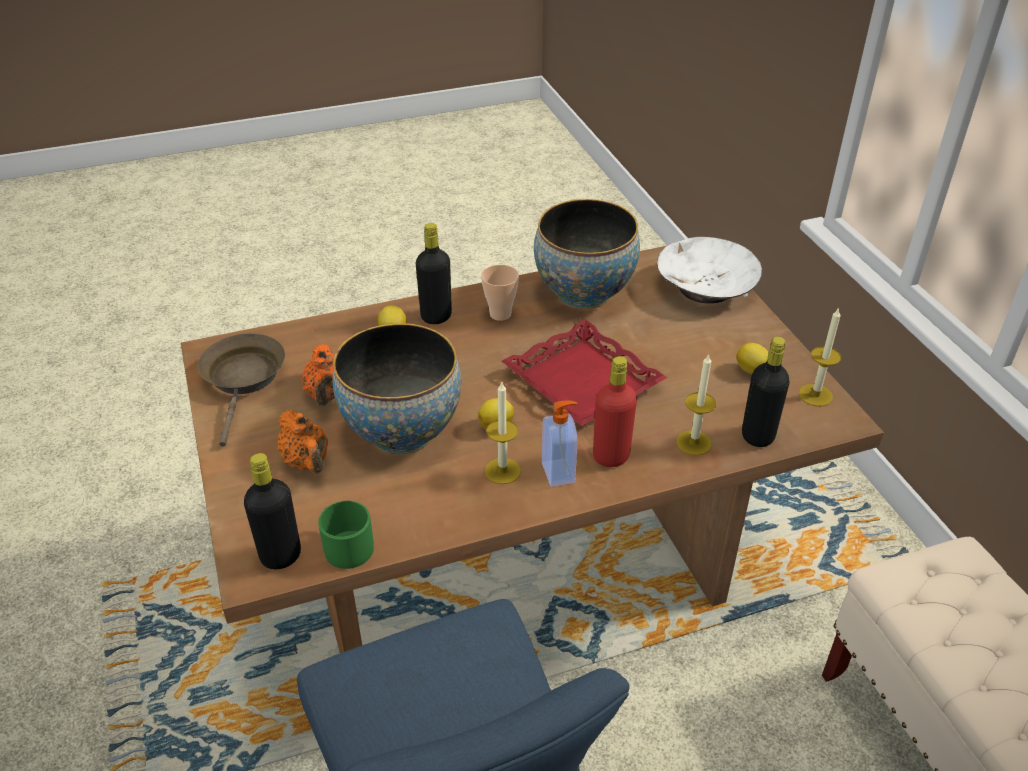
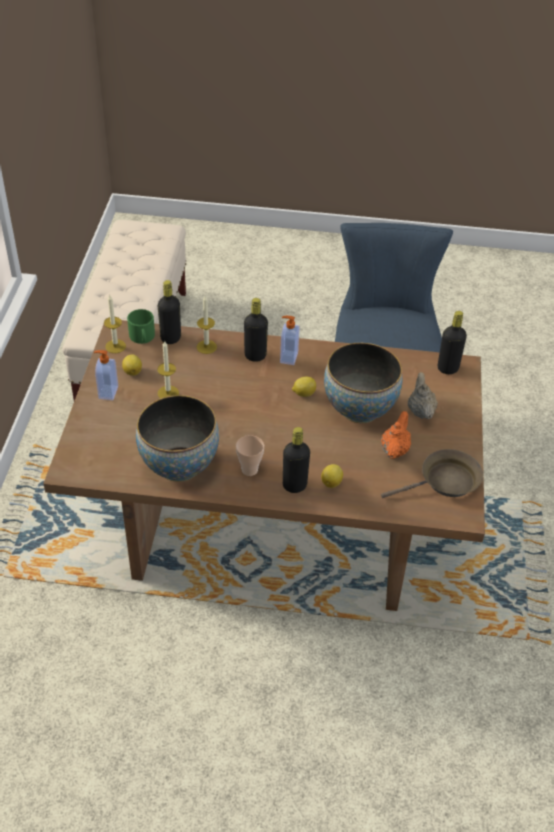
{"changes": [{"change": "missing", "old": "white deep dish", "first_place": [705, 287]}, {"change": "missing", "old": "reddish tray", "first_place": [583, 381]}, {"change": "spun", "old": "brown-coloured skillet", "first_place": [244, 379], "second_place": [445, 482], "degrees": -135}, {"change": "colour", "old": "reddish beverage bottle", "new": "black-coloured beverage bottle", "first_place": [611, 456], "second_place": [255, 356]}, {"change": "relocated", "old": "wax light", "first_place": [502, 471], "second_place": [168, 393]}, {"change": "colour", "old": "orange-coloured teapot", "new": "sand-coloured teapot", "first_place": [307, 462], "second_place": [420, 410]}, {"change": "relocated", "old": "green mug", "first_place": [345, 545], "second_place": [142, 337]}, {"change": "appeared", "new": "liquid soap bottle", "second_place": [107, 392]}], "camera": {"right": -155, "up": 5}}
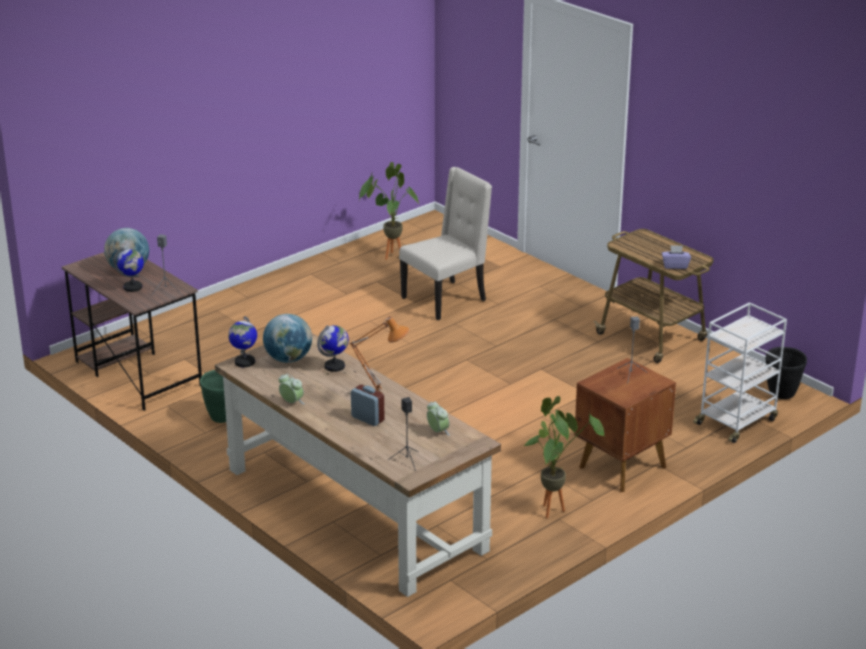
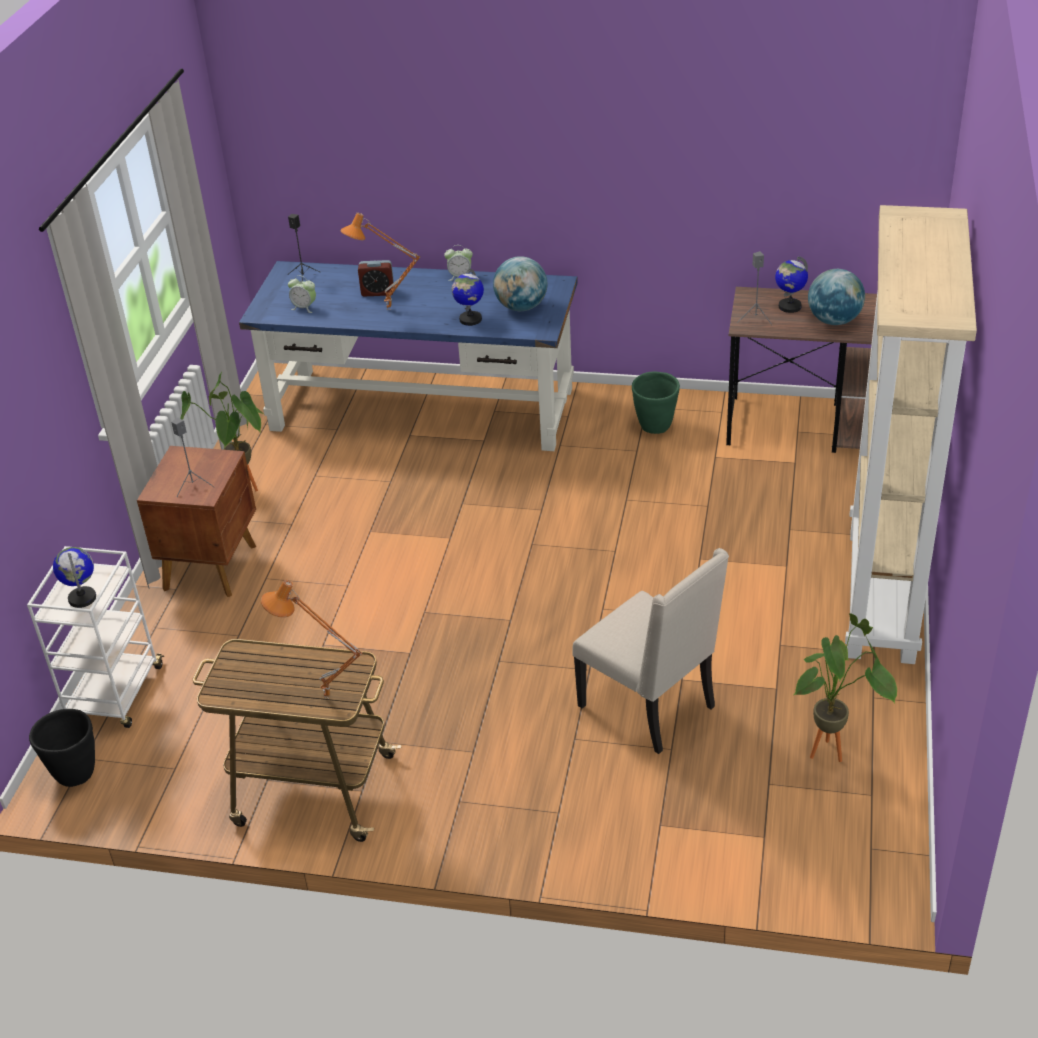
{"changes": [{"change": "spun", "old": "sand-coloured chair", "first_place": [446, 299], "second_place": [650, 707], "degrees": -60}, {"change": "missing", "old": "purple-coloured box of tissues", "first_place": [675, 266]}, {"change": "relocated", "old": "globe", "first_place": [244, 362], "second_place": [82, 598]}, {"change": "colour", "old": "brown-coloured desk unit", "new": "bluish desk unit", "first_place": [353, 509], "second_place": [423, 409]}, {"change": "appeared", "new": "sand-coloured bookshelf", "second_place": [883, 595]}, {"change": "appeared", "new": "orange-coloured table lamp", "second_place": [325, 700]}], "camera": {"right": 145, "up": 10}}
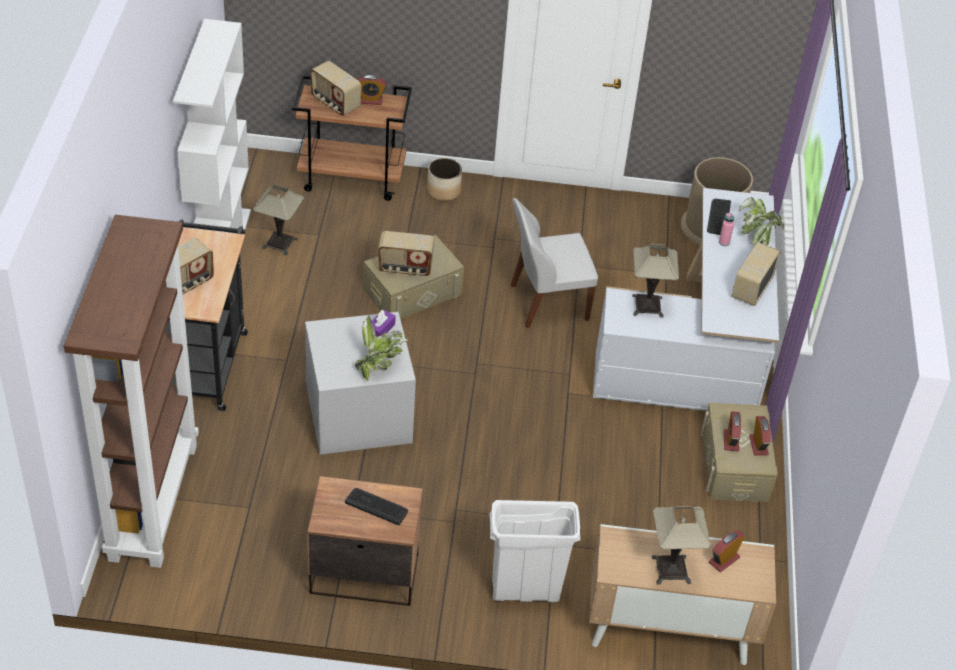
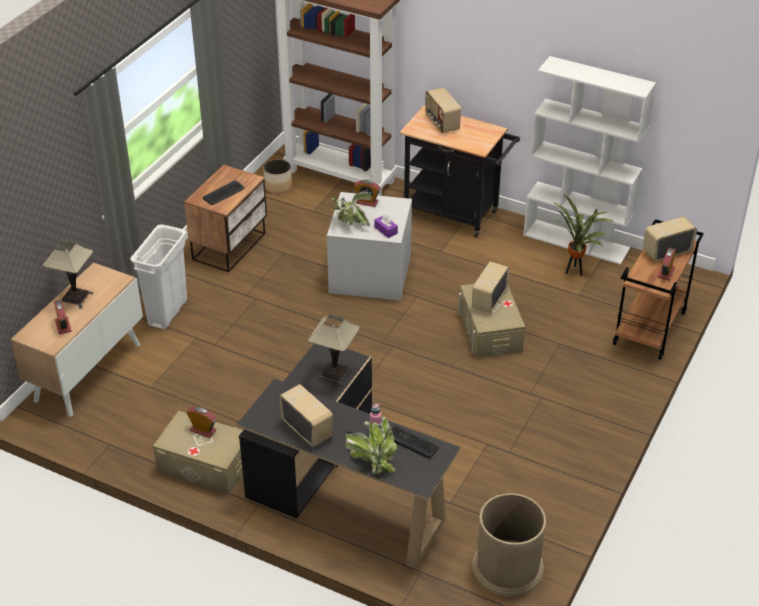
{"changes": [{"change": "relocated", "old": "plant pot", "first_place": [443, 191], "second_place": [278, 186]}, {"change": "exchanged", "old": "table lamp", "new": "houseplant", "first_place": [280, 243], "second_place": [574, 272]}, {"change": "colour", "old": "white desk unit", "new": "black-coloured desk unit", "first_place": [697, 352], "second_place": [342, 488]}, {"change": "missing", "old": "white chair", "first_place": [546, 302]}, {"change": "relocated", "old": "alarm clock", "first_place": [758, 445], "second_place": [367, 202]}], "camera": {"right": 115, "up": -5}}
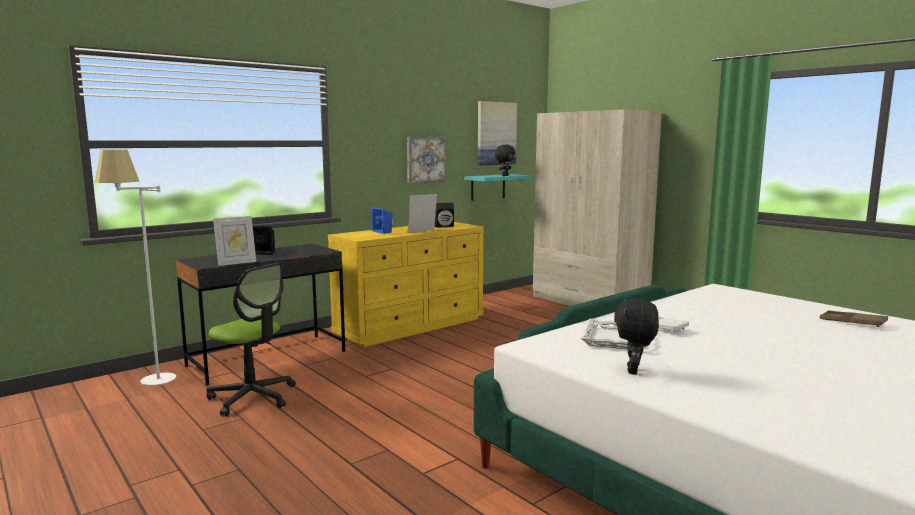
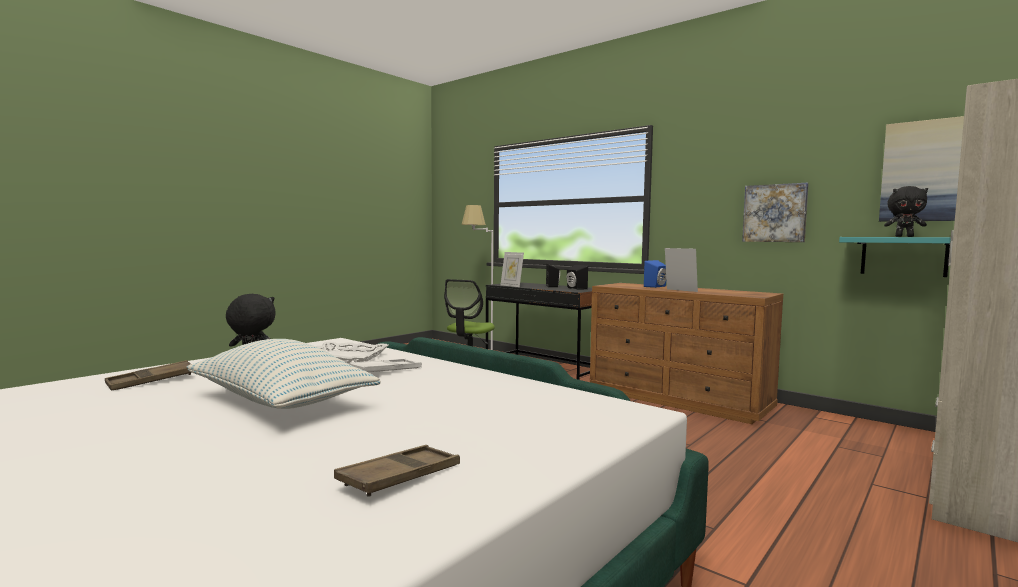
{"changes": [{"change": "relocated", "old": "black-coloured loudspeaker", "first_place": [444, 226], "second_place": [575, 288]}, {"change": "colour", "old": "yellowish dresser", "new": "brown-coloured dresser", "first_place": [411, 326], "second_place": [678, 399]}, {"change": "appeared", "new": "pillow", "second_place": [280, 402]}, {"change": "appeared", "new": "brown-coloured tray", "second_place": [152, 381]}], "camera": {"right": 80, "up": -5}}
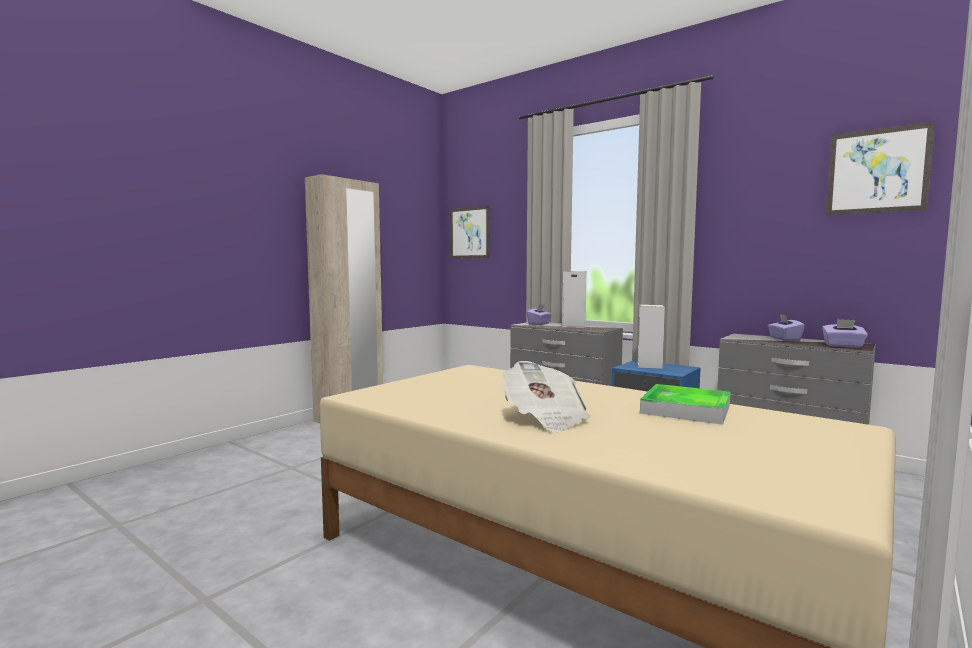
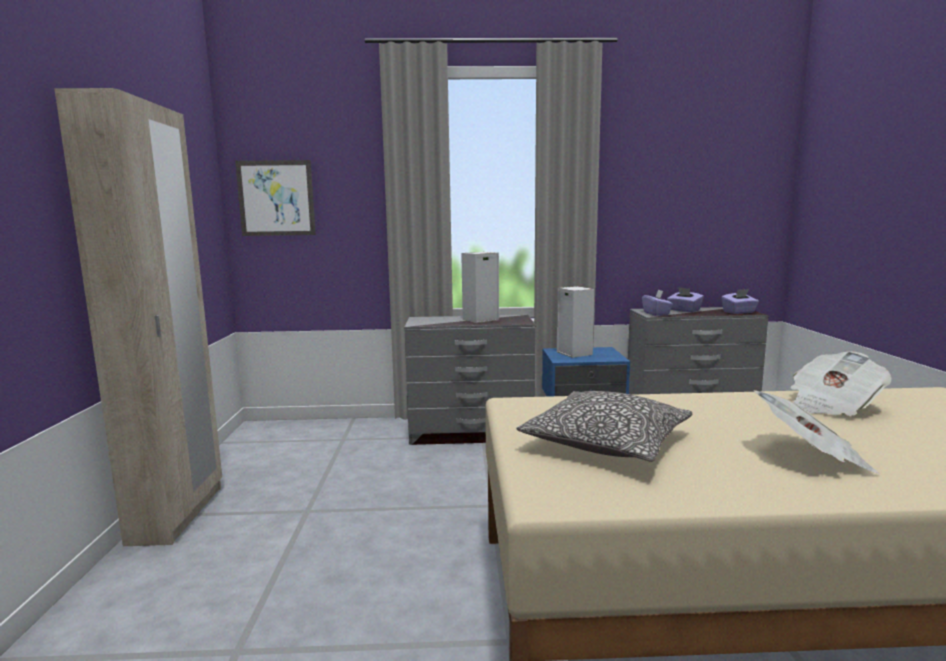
{"changes": [{"change": "missing", "old": "wall art", "first_place": [877, 171]}, {"change": "relocated", "old": "purple-coloured box of tissues", "first_place": [539, 324], "second_place": [656, 314]}, {"change": "exchanged", "old": "tray", "new": "printed paper", "first_place": [685, 409], "second_place": [831, 406]}, {"change": "appeared", "new": "pillow", "second_place": [606, 442]}], "camera": {"right": -40, "up": 5}}
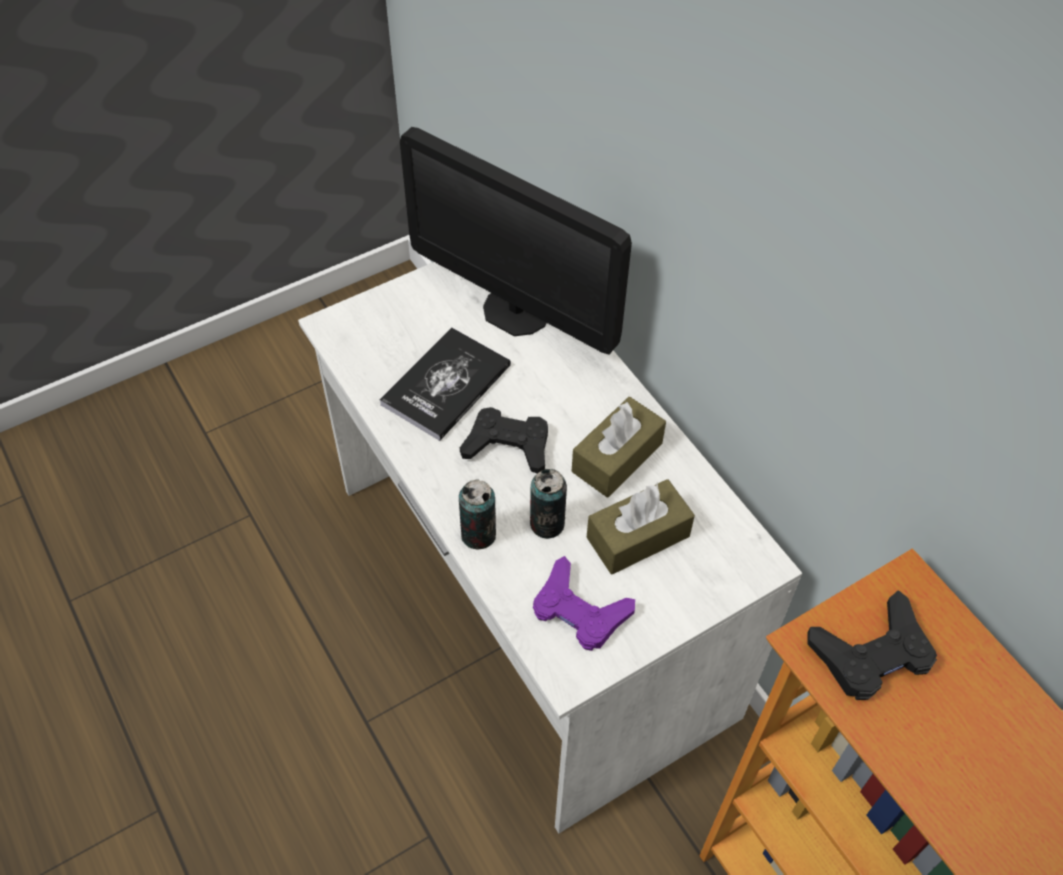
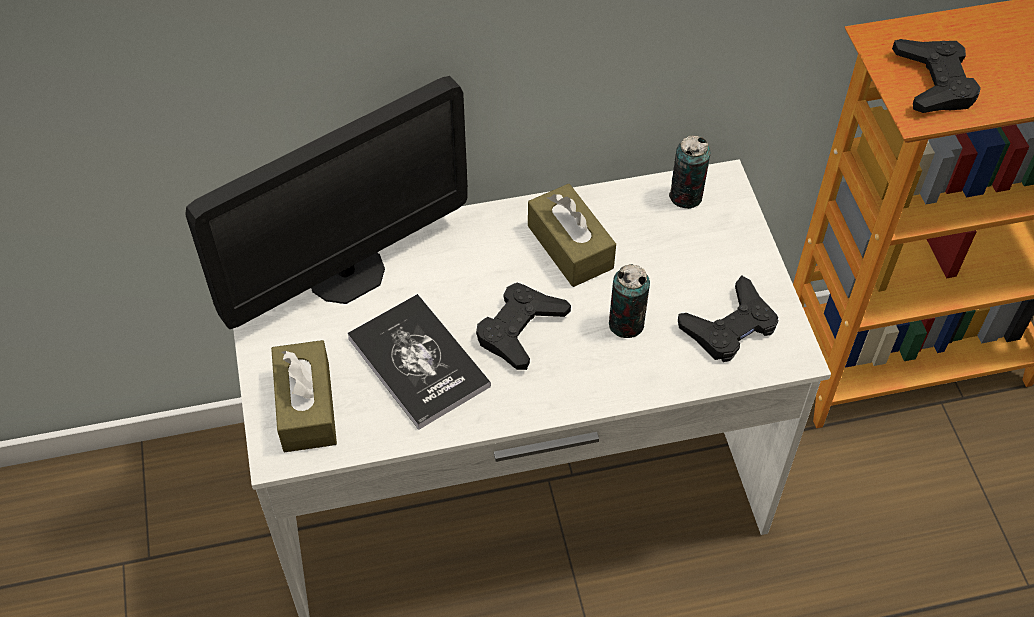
{"changes": [{"change": "relocated", "old": "metal can", "first_place": [478, 535], "second_place": [686, 196]}, {"change": "relocated", "old": "brown-coloured box of tissues", "first_place": [638, 537], "second_place": [306, 407]}, {"change": "colour", "old": "purple-coloured gamepad", "new": "black-coloured gamepad", "first_place": [579, 611], "second_place": [729, 327]}], "camera": {"right": -70, "up": 0}}
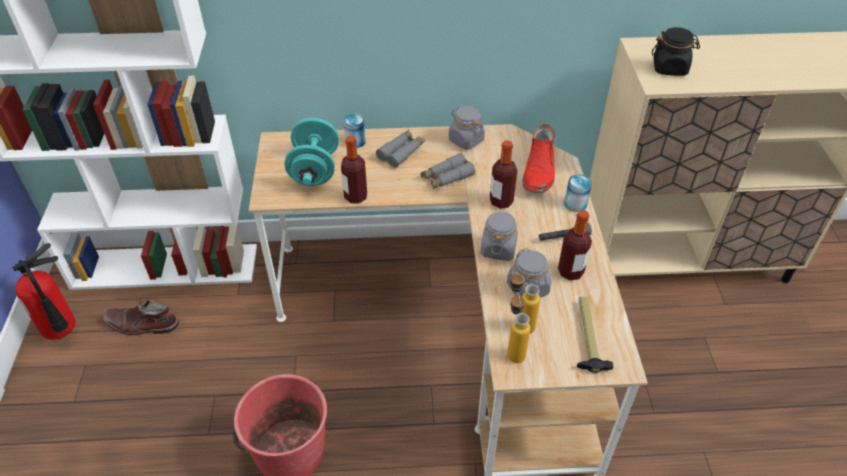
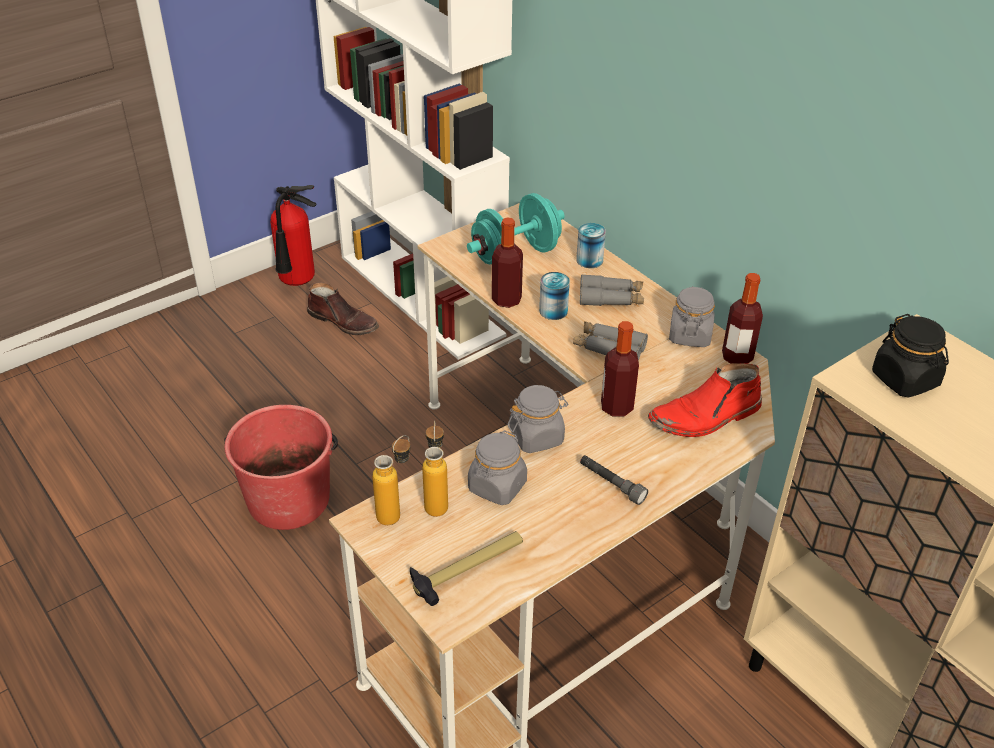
{"changes": [{"change": "relocated", "old": "metal can", "first_place": [575, 204], "second_place": [553, 311]}, {"change": "relocated", "old": "beverage bottle", "first_place": [570, 272], "second_place": [737, 357]}, {"change": "spun", "old": "brown-coloured high-top boot", "first_place": [142, 324], "second_place": [344, 321], "degrees": 150}], "camera": {"right": 55, "up": -5}}
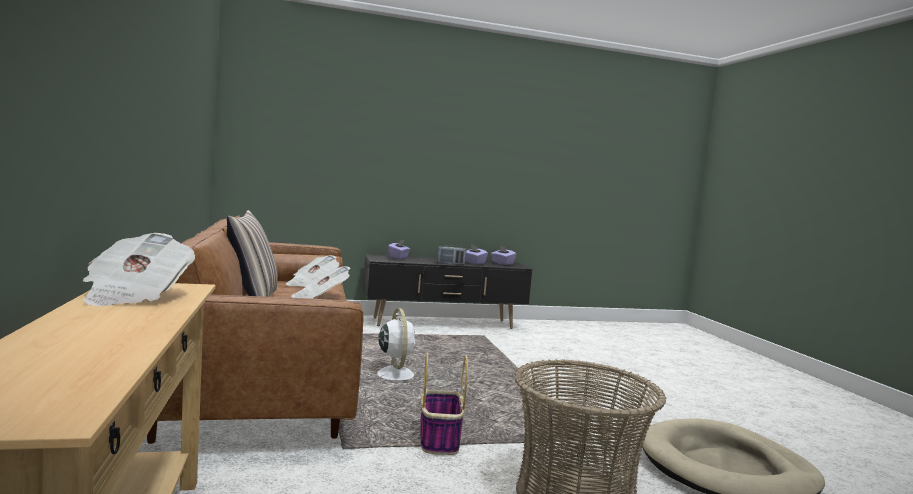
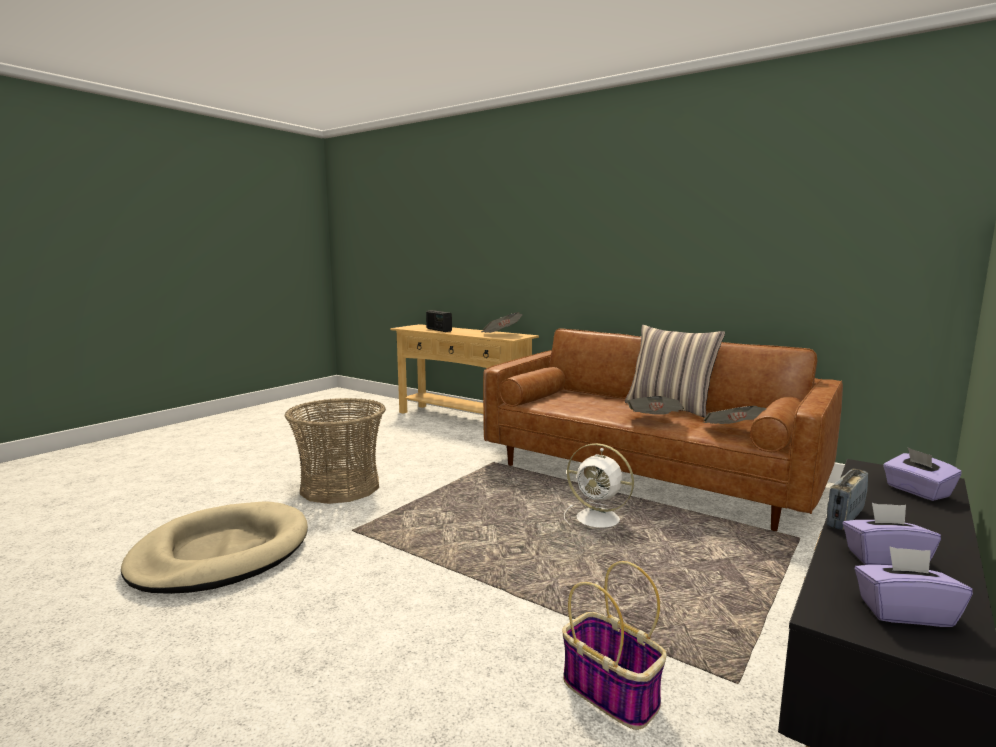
{"changes": [{"change": "relocated", "old": "storage basket", "first_place": [439, 439], "second_place": [612, 693]}, {"change": "appeared", "new": "radio set", "second_place": [438, 330]}], "camera": {"right": 140, "up": 5}}
